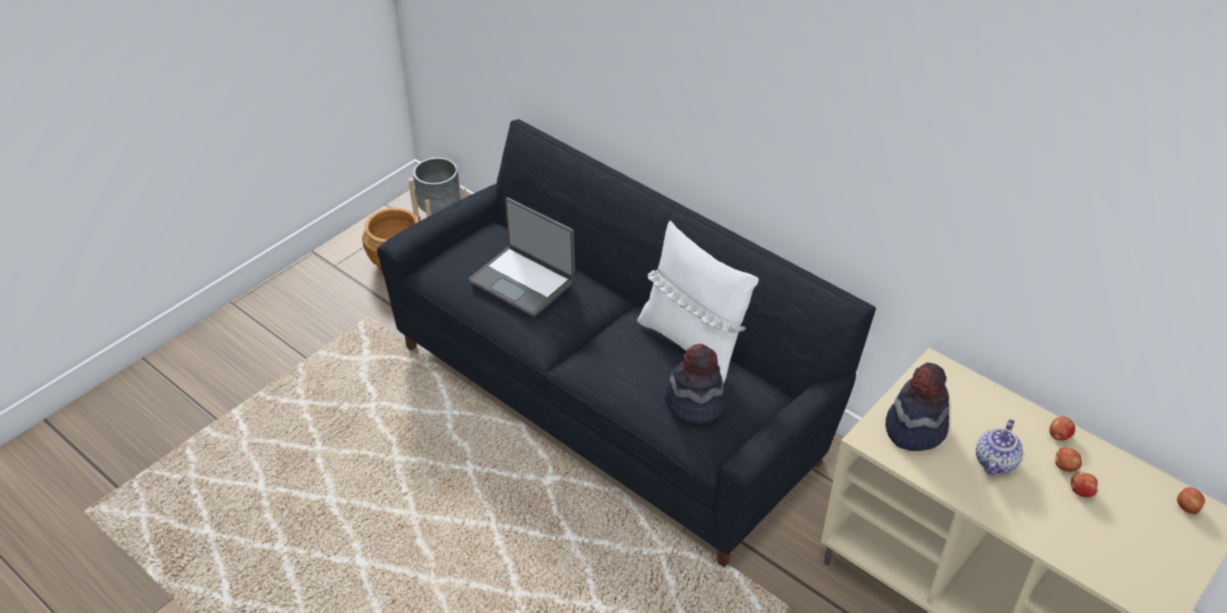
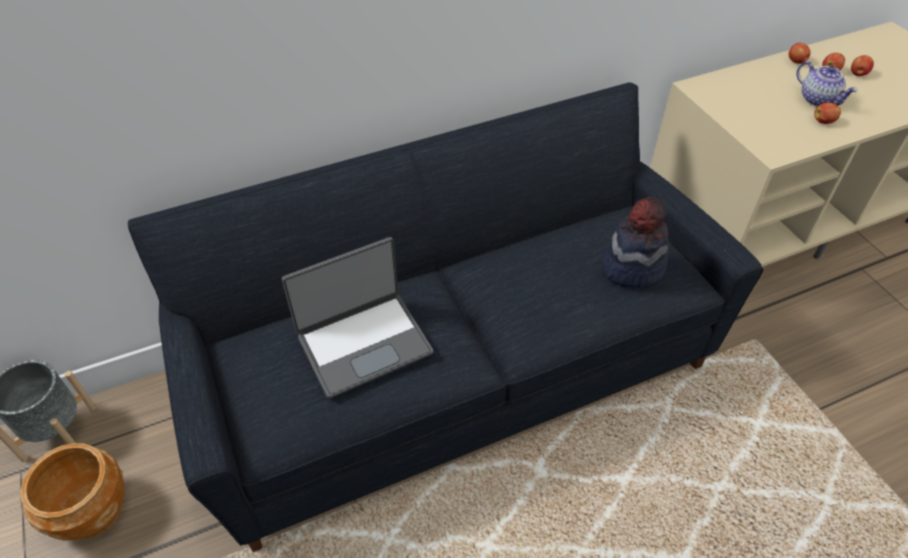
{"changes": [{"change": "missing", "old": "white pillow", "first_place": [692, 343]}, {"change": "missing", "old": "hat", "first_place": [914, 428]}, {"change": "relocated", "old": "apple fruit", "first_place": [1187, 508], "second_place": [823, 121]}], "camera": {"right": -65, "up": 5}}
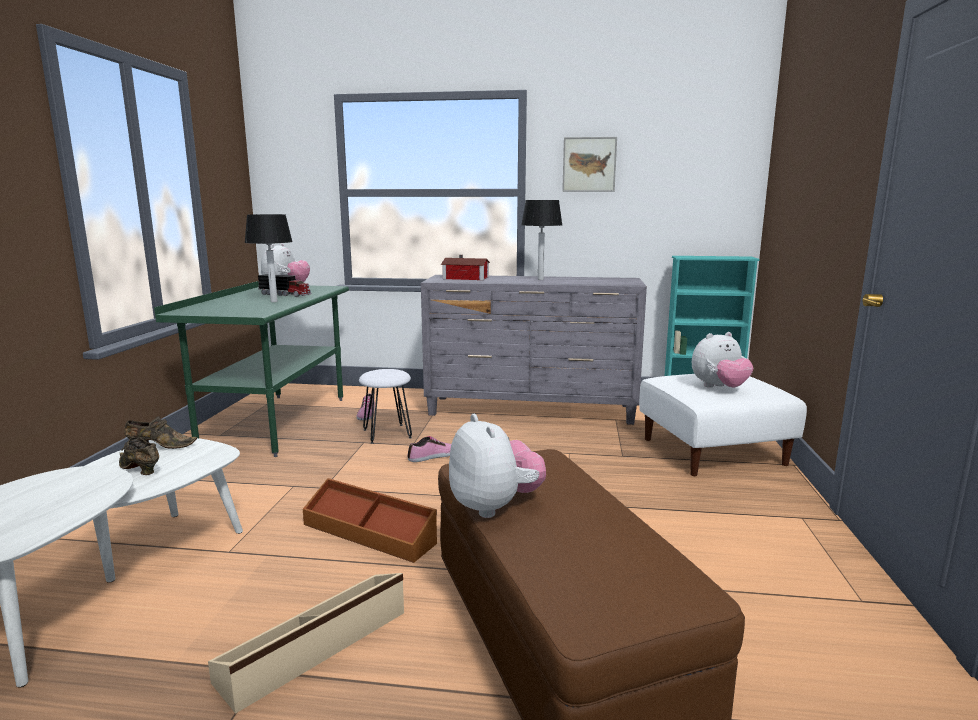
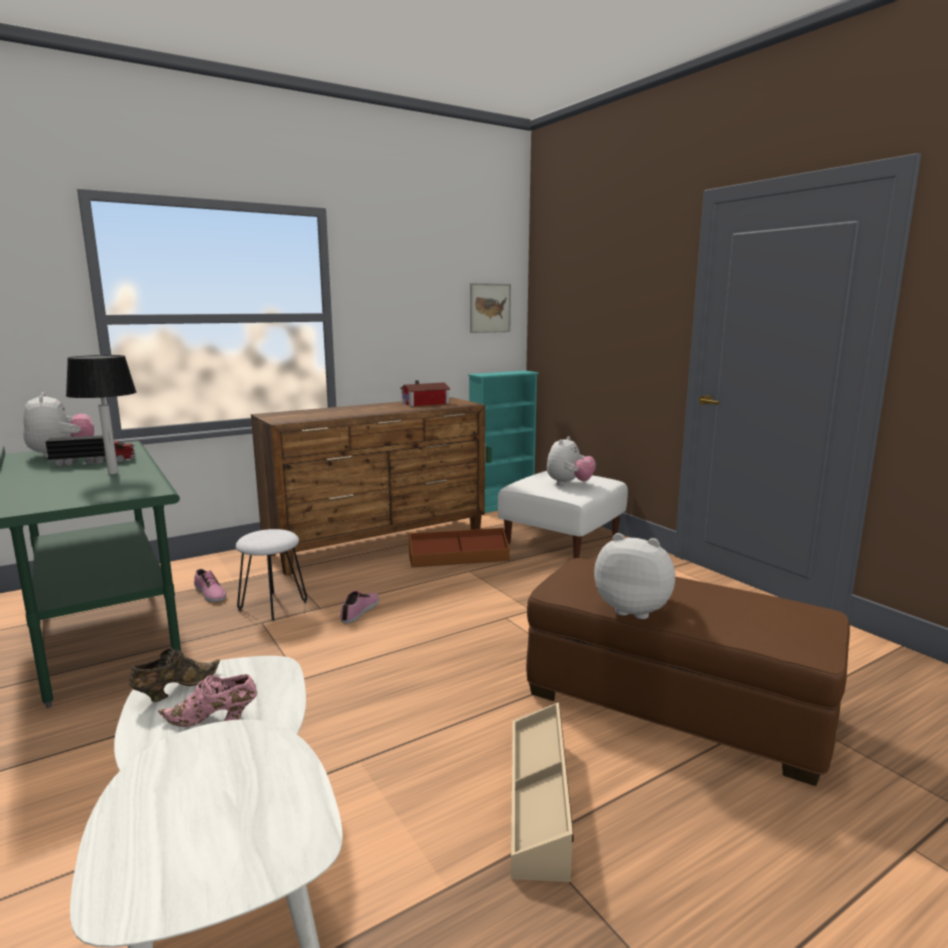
{"changes": [{"change": "relocated", "old": "wall art", "first_place": [589, 164], "second_place": [490, 308]}, {"change": "missing", "old": "table lamp", "first_place": [540, 279]}, {"change": "relocated", "old": "model house", "first_place": [466, 278], "second_place": [427, 403]}, {"change": "colour", "old": "greyish dresser", "new": "brown-coloured dresser", "first_place": [531, 410], "second_place": [379, 544]}, {"change": "colour", "old": "brown-coloured shoe", "new": "pinkish shoe", "first_place": [139, 470], "second_place": [213, 719]}, {"change": "relocated", "old": "brown-coloured storage container", "first_place": [369, 533], "second_place": [458, 558]}], "camera": {"right": -40, "up": 0}}
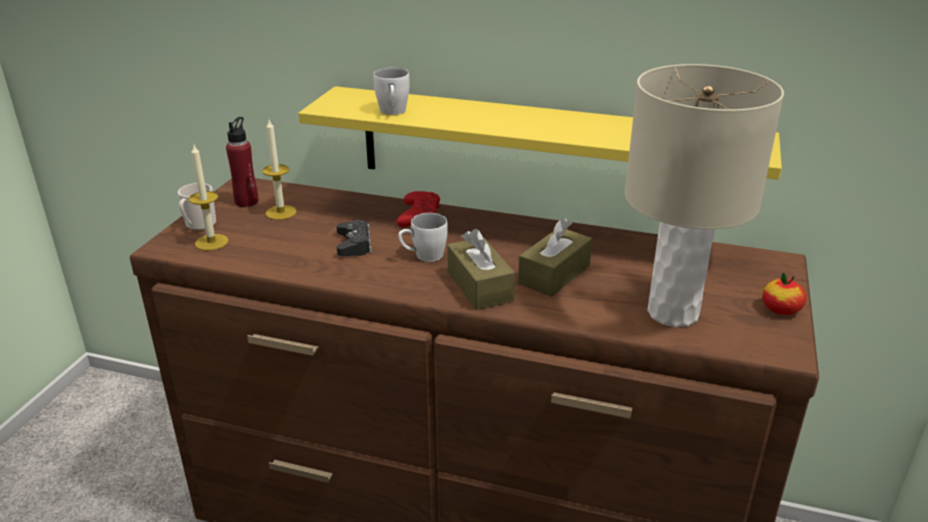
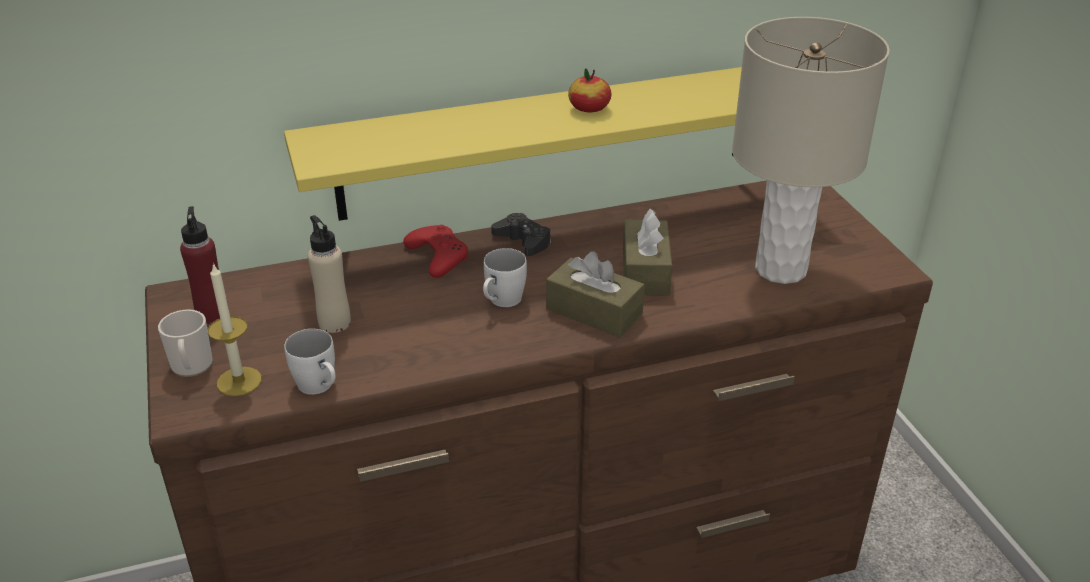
{"changes": [{"change": "relocated", "old": "white mug", "first_place": [393, 112], "second_place": [320, 387]}, {"change": "missing", "old": "wax light", "first_place": [281, 212]}, {"change": "relocated", "old": "black-coloured gamepad", "first_place": [354, 244], "second_place": [523, 241]}, {"change": "relocated", "old": "apple fruit", "first_place": [780, 309], "second_place": [589, 108]}, {"change": "appeared", "new": "sand-coloured beverage bottle", "second_place": [334, 322]}], "camera": {"right": -35, "up": 5}}
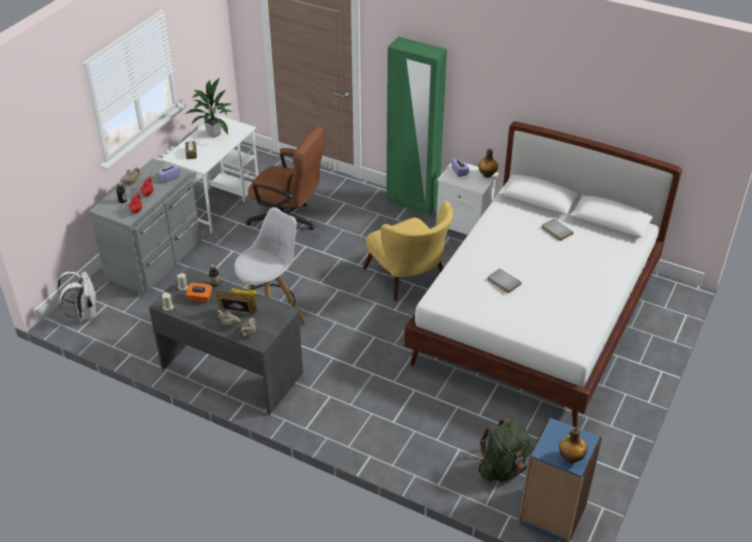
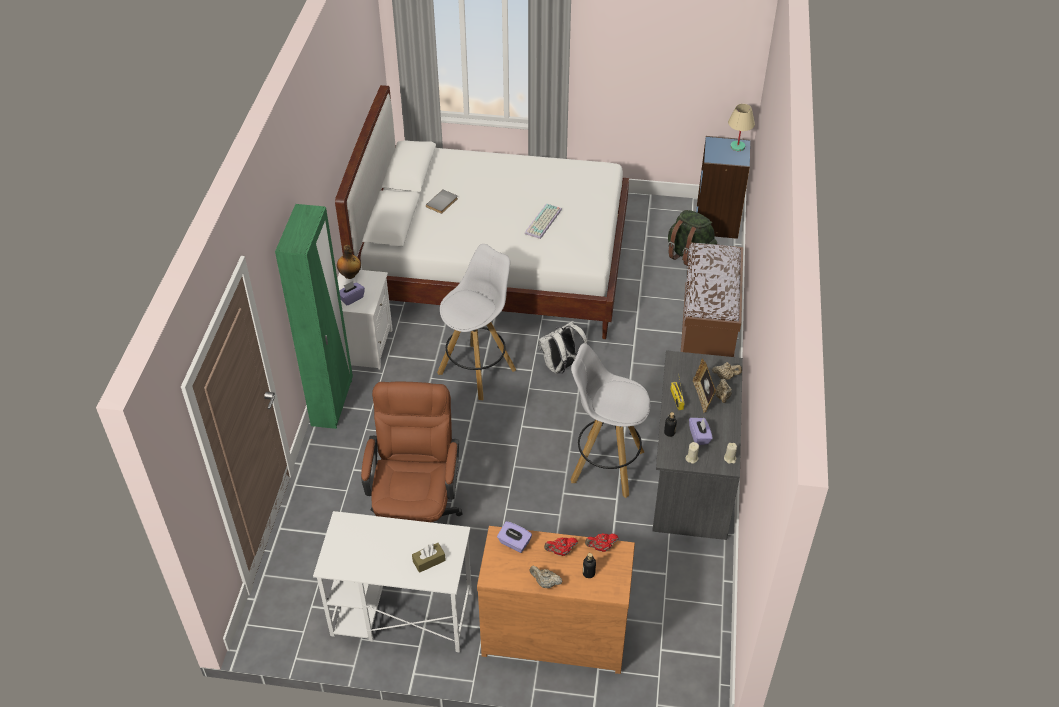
{"changes": [{"change": "missing", "old": "houseplant", "first_place": [213, 134]}, {"change": "colour", "old": "greyish dresser", "new": "brown-coloured dresser", "first_place": [157, 261], "second_place": [554, 631]}, {"change": "exchanged", "old": "yellowish armchair", "new": "white stool", "first_place": [409, 279], "second_place": [477, 370]}, {"change": "exchanged", "old": "greyish book", "new": "keyboard", "first_place": [503, 282], "second_place": [543, 222]}, {"change": "relocated", "old": "white knapsack", "first_place": [85, 314], "second_place": [561, 367]}, {"change": "colour", "old": "orange-coloured box of tissues", "new": "purple-coloured box of tissues", "first_place": [200, 298], "second_place": [699, 436]}, {"change": "exchanged", "old": "beverage bottle", "new": "sand-coloured table lamp", "first_place": [570, 458], "second_place": [737, 147]}, {"change": "appeared", "new": "brown-coloured indoor bench", "second_place": [708, 328]}], "camera": {"right": -110, "up": 5}}
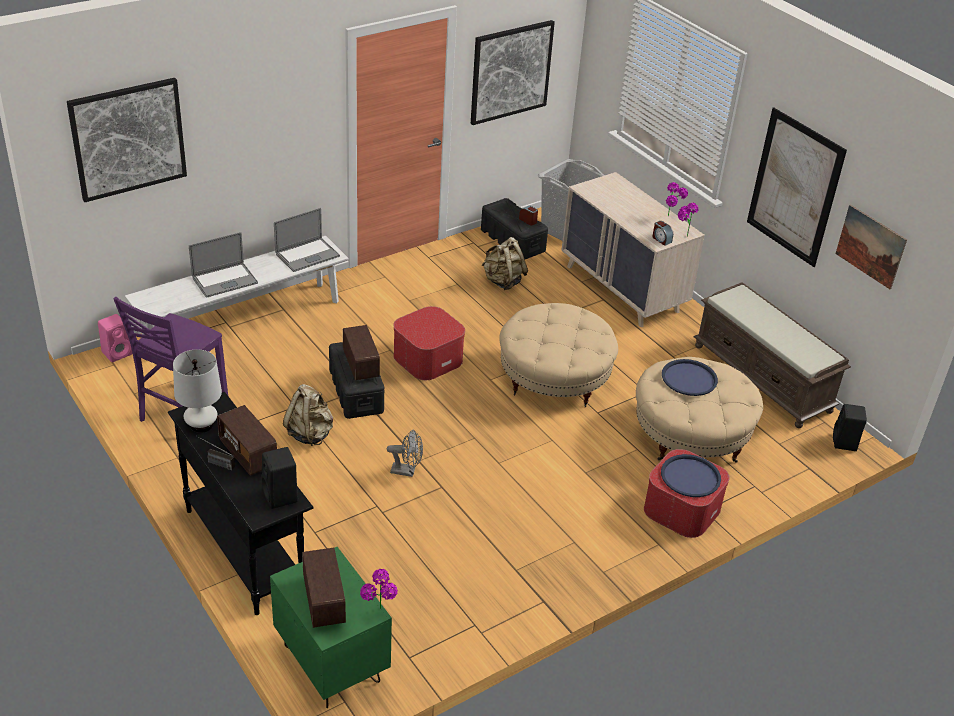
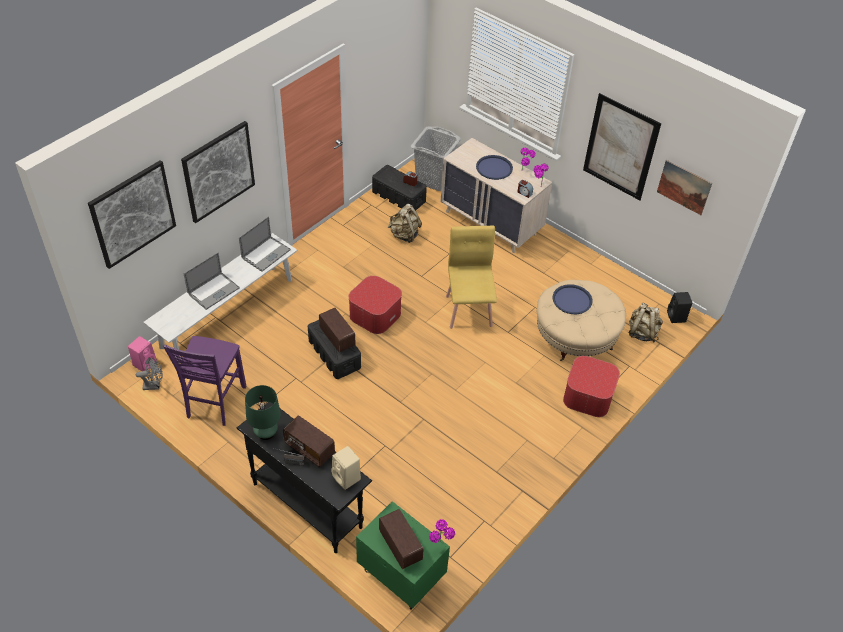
{"changes": [{"change": "relocated", "old": "wall art", "first_place": [511, 72], "second_place": [218, 171]}, {"change": "missing", "old": "brown-coloured indoor bench", "first_place": [763, 378]}, {"change": "exchanged", "old": "sand-coloured pouffe", "new": "yellowish chair", "first_place": [554, 378], "second_place": [469, 310]}, {"change": "colour", "old": "white table lamp", "new": "green table lamp", "first_place": [201, 425], "second_place": [266, 433]}, {"change": "relocated", "old": "sand-coloured knapsack", "first_place": [310, 433], "second_place": [642, 332]}, {"change": "relocated", "old": "greyish fan", "first_place": [407, 471], "second_place": [154, 385]}, {"change": "colour", "old": "black-coloured loudspeaker", "new": "sand-coloured loudspeaker", "first_place": [281, 496], "second_place": [347, 478]}, {"change": "relocated", "old": "bluish tray", "first_place": [690, 477], "second_place": [494, 168]}], "camera": {"right": -15, "up": 10}}
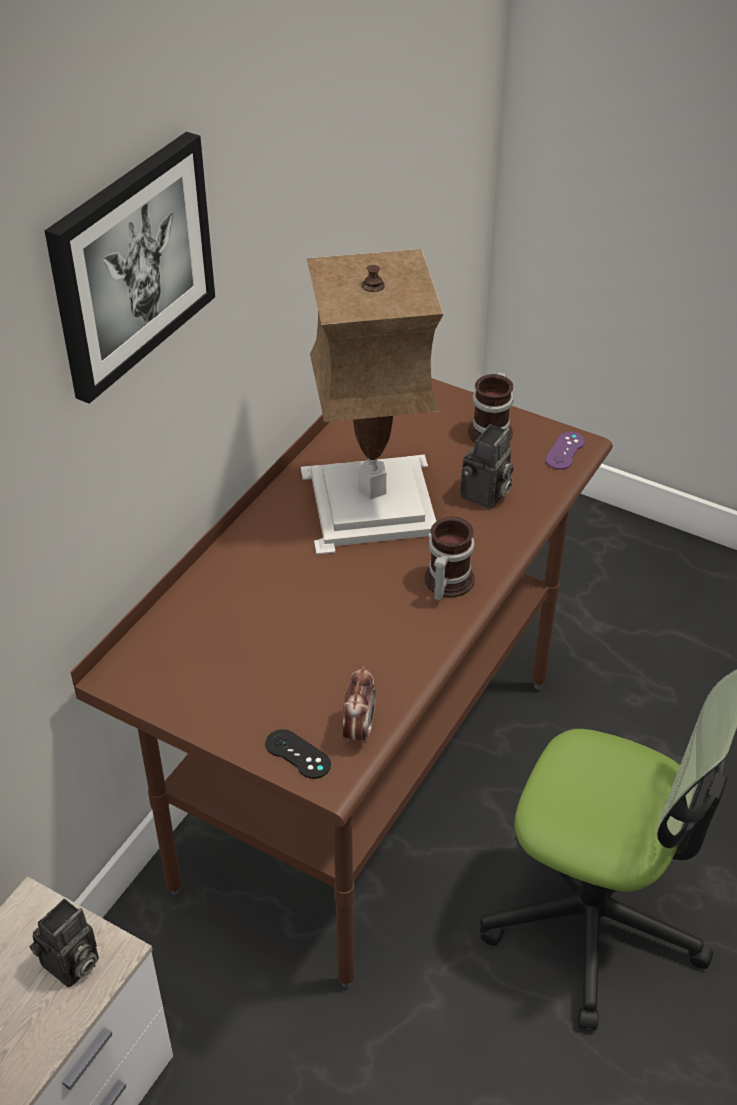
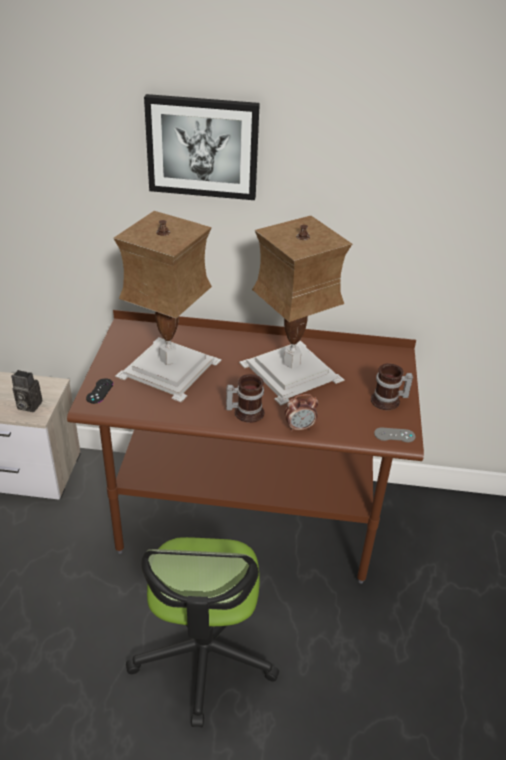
{"changes": [{"change": "missing", "old": "photo camera", "first_place": [485, 496]}, {"change": "colour", "old": "purple-coloured gamepad", "new": "greyish gamepad", "first_place": [565, 451], "second_place": [394, 435]}, {"change": "relocated", "old": "alarm clock", "first_place": [358, 731], "second_place": [299, 427]}, {"change": "appeared", "new": "table lamp", "second_place": [171, 368]}], "camera": {"right": 65, "up": -5}}
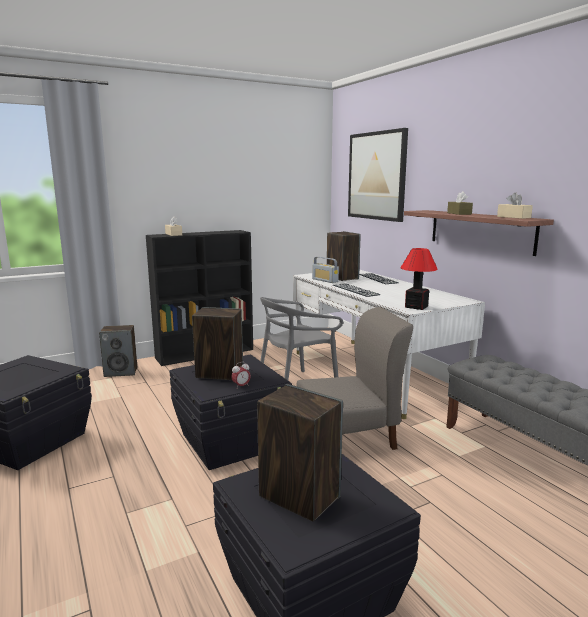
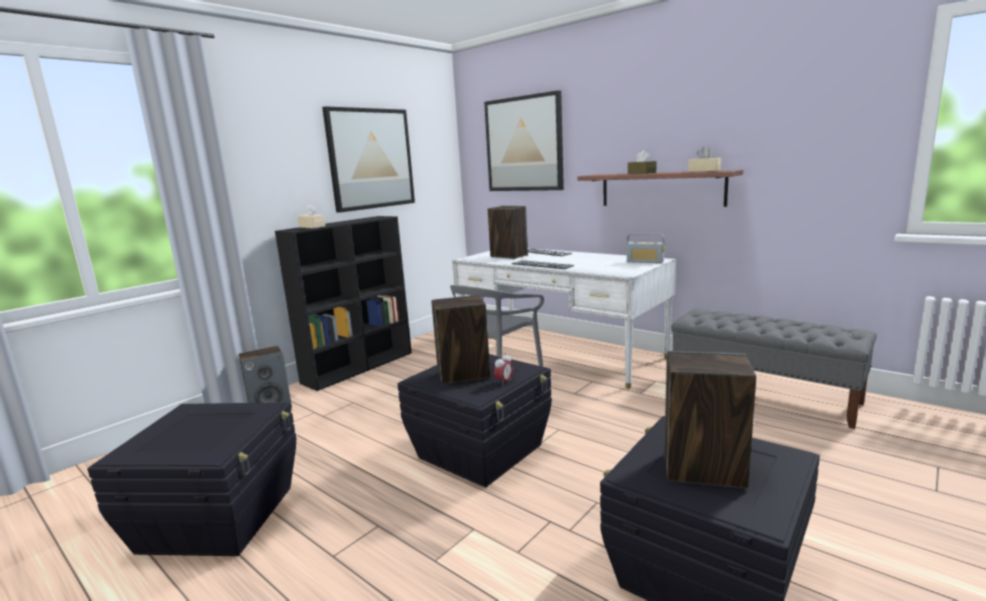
{"changes": [{"change": "missing", "old": "table lamp", "first_place": [416, 306]}, {"change": "relocated", "old": "radio set", "first_place": [325, 280], "second_place": [645, 261]}, {"change": "missing", "old": "greyish chair", "first_place": [349, 438]}, {"change": "appeared", "new": "wall art", "second_place": [370, 159]}], "camera": {"right": -20, "up": 0}}
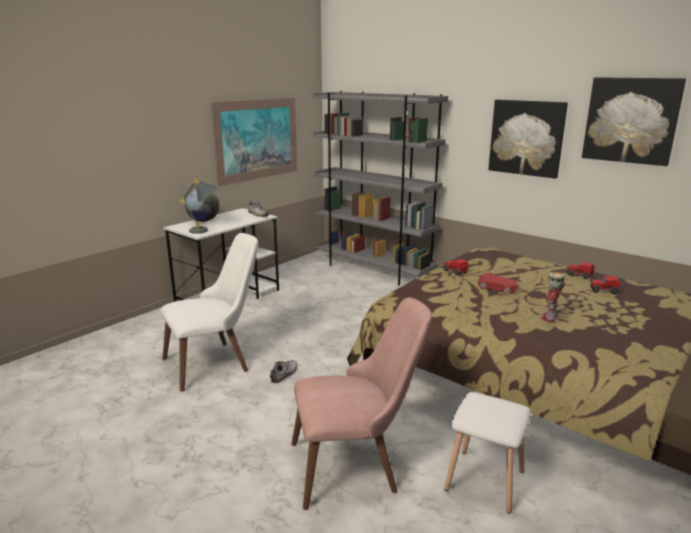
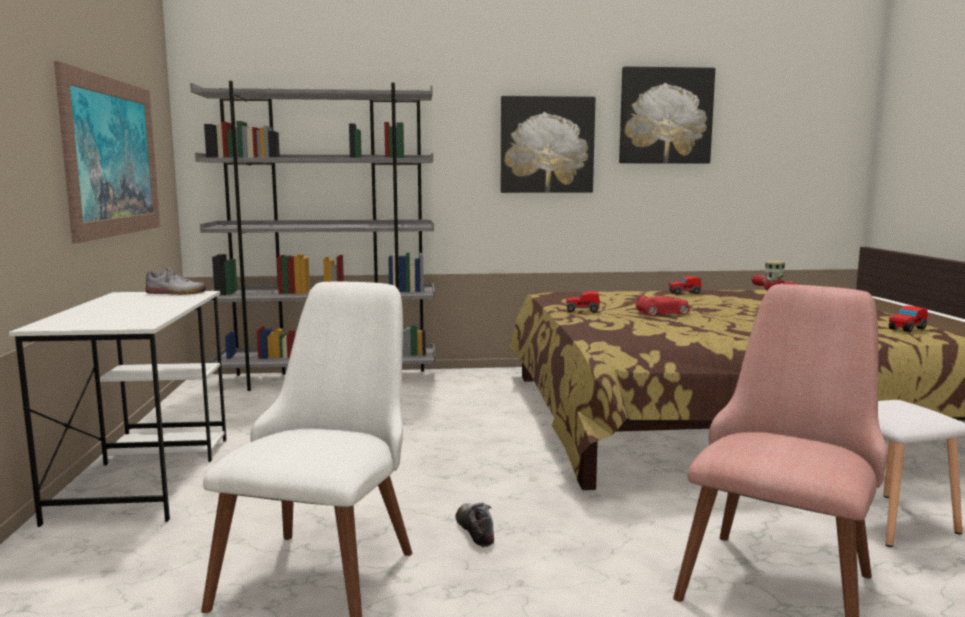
{"changes": [{"change": "missing", "old": "greyish table lamp", "first_place": [205, 230]}, {"change": "missing", "old": "globe", "first_place": [203, 221]}, {"change": "relocated", "old": "model car", "first_place": [603, 290], "second_place": [907, 329]}], "camera": {"right": -45, "up": -10}}
